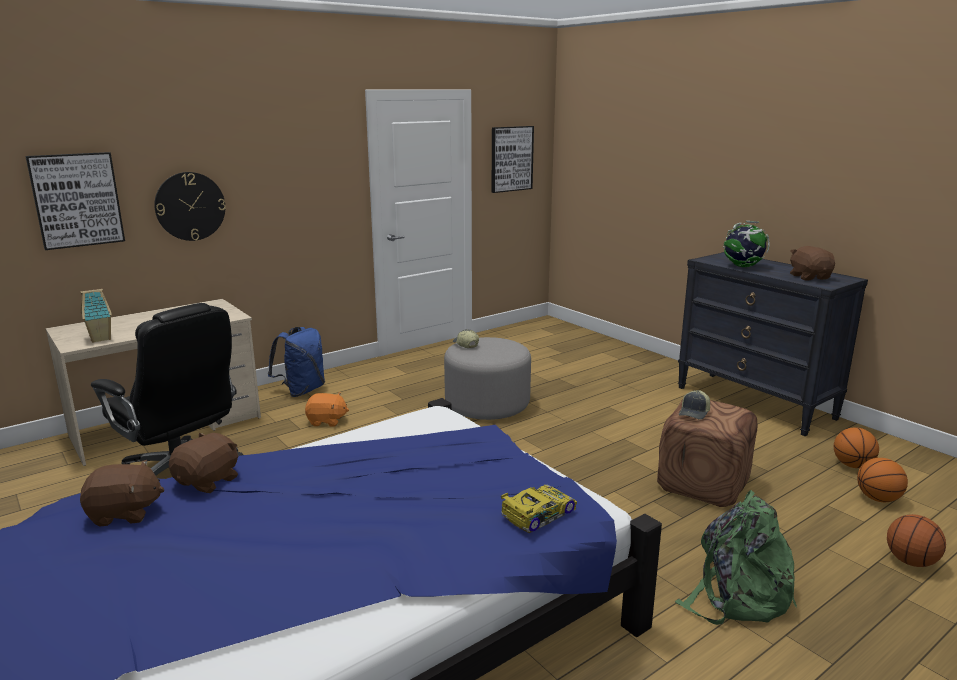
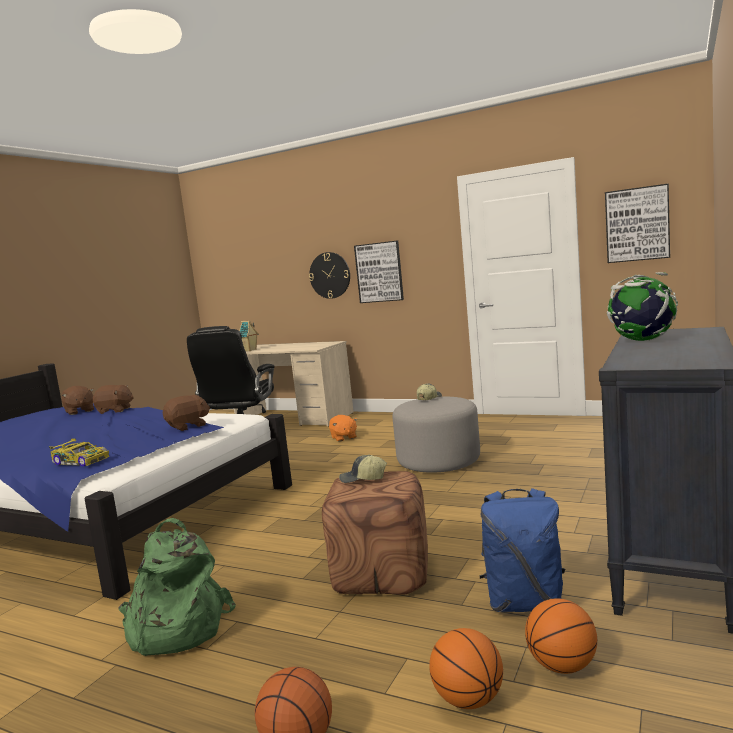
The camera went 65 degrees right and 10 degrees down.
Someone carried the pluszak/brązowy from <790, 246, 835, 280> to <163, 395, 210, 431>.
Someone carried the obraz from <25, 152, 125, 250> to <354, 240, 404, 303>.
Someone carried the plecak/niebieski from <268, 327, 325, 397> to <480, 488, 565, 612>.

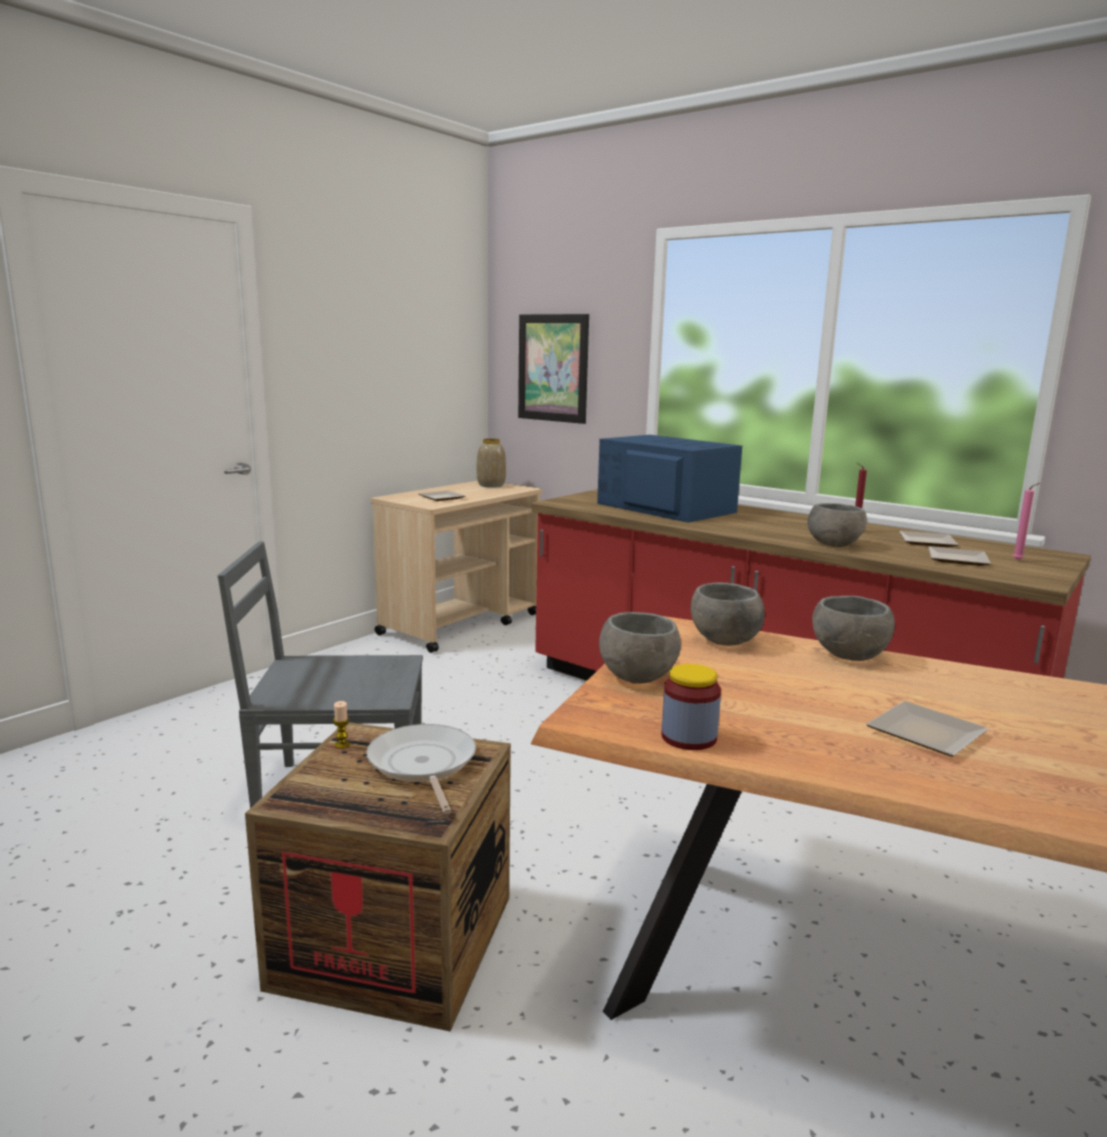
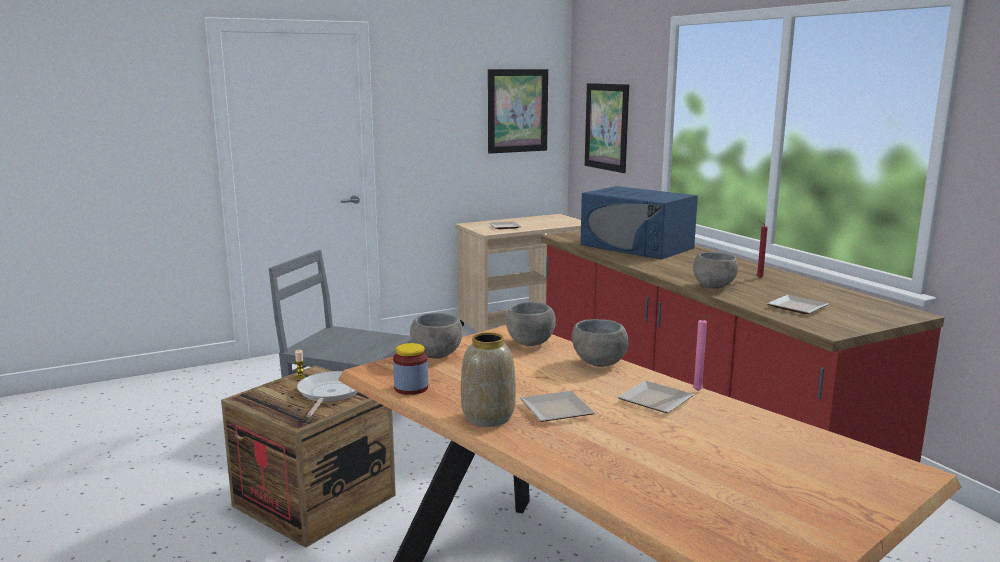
The camera went 25 degrees right and 0 degrees up.
Someone carried the wazon from <477, 438, 506, 487> to <461, 332, 516, 427>.
Someone put up the obraz at <488, 69, 548, 154>.
Someone rotated the mikrofalówka/niebieski at <597, 435, 742, 523> by 150 degrees clockwise.
Someone carried the talerz from <899, 531, 958, 547> to <617, 381, 694, 413>.
Someone carried the świeca/różowy from <1013, 483, 1040, 561> to <693, 314, 712, 391>.

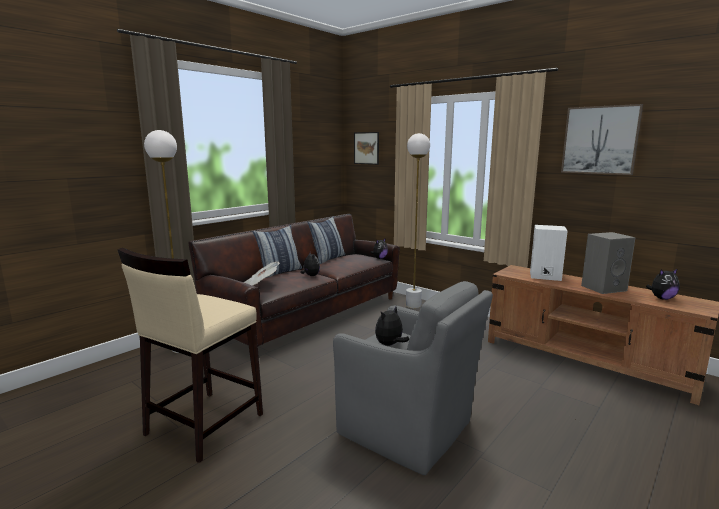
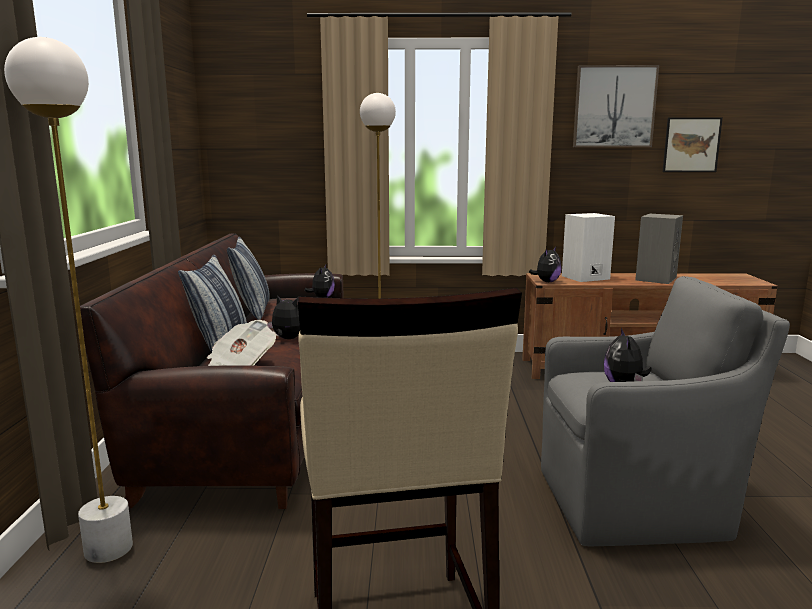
The camera went 40 degrees left and 0 degrees up.
Someone carried the pluszak from <646, 268, 680, 300> to <529, 247, 562, 282>.
Someone carried the obraz from <354, 132, 379, 165> to <663, 117, 723, 172>.

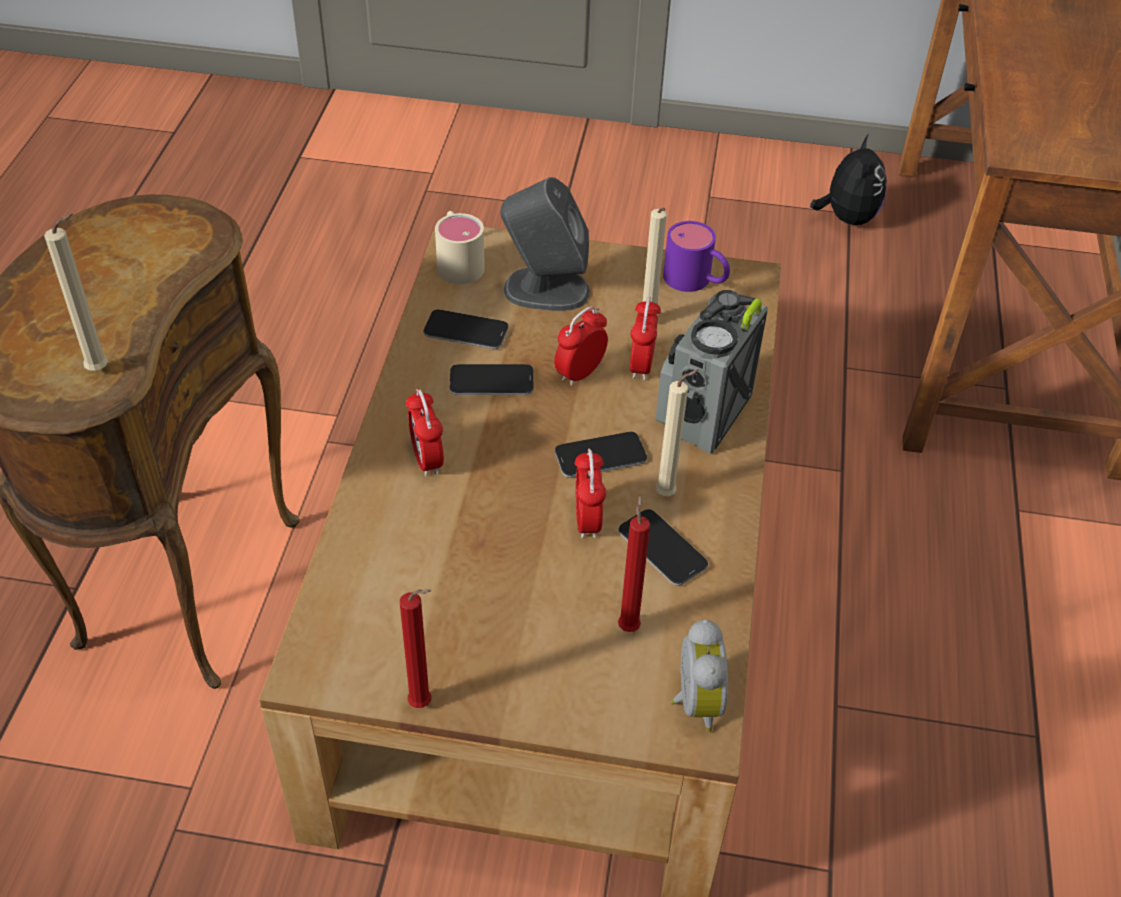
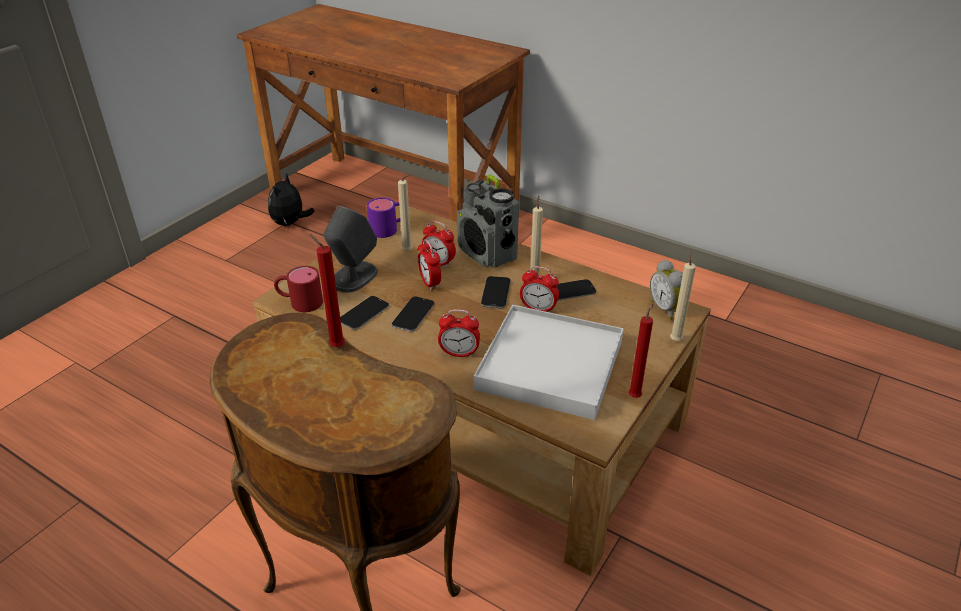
The camera went 65 degrees left and 10 degrees down.
Someone rotated the pluszak at <810, 134, 887, 225> by 105 degrees counterclockwise.
Someone repainted the kubek/beżowy at <435, 211, 485, 284>, which became the kubek/czerwony at <274, 266, 323, 312>.
Someone carried the świeca/czerwony from <618, 494, 650, 632> to <309, 234, 345, 347>.
Someone put down the taca/biały at <474, 305, 623, 420>.
Someone rotated the budzik at <670, 619, 728, 732> by 135 degrees counterclockwise.
Someone carried the świeca/beżowy from <44, 213, 108, 371> to <670, 250, 696, 341>.

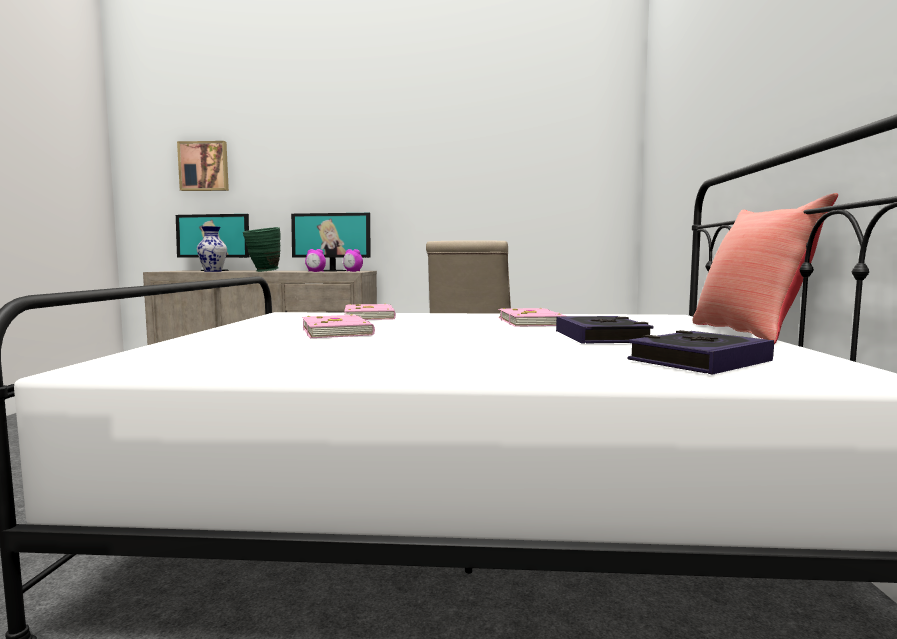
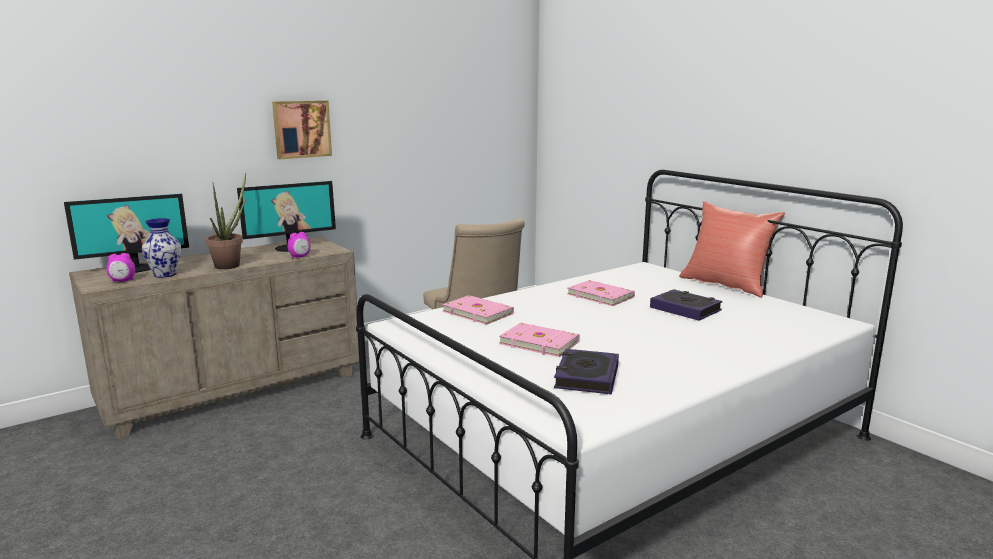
The camera went 40 degrees left and 10 degrees up.
Someone carried the budzik from <343, 249, 363, 272> to <107, 253, 135, 282>.
Someone swapped the wazon/zielony at <243, 227, 281, 272> for the roślina doniczkowa at <206, 172, 246, 269>.
Someone carried the obraz from <177, 141, 229, 191> to <272, 100, 332, 159>.
Someone carried the książka from <628, 330, 774, 375> to <554, 349, 619, 394>.

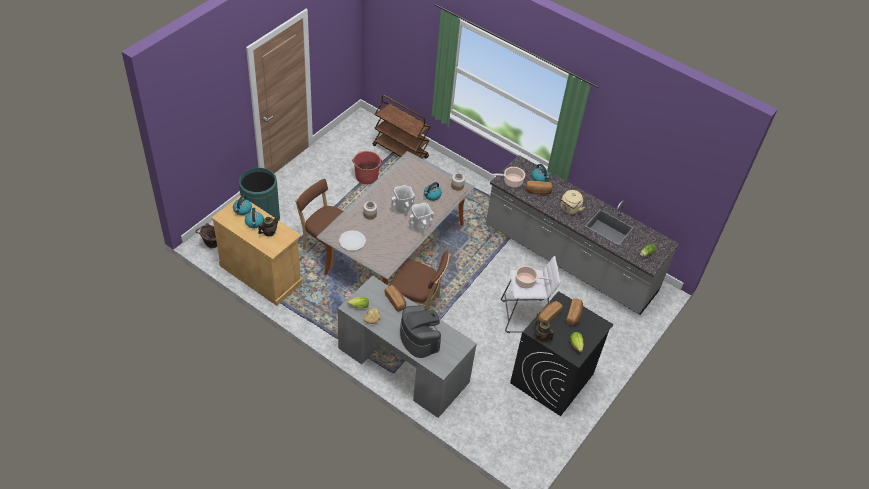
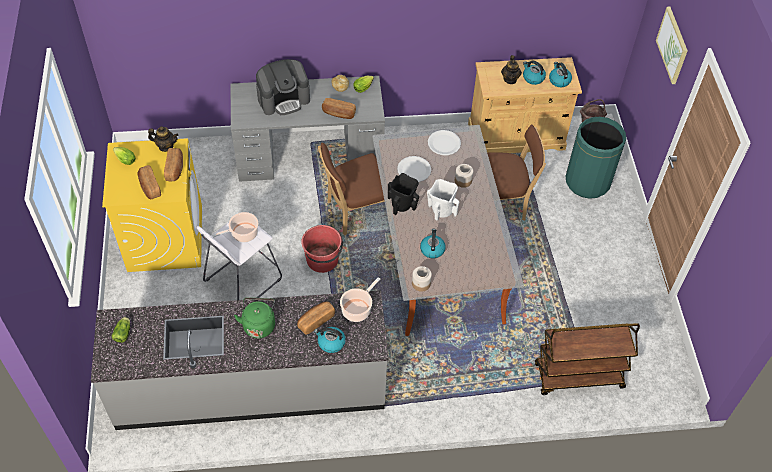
The camera went 140 degrees right and 5 degrees up.
Someone repainted the pralka/czarny at <510, 291, 614, 416>, which became the pralka/żółty at <102, 138, 202, 272>.
Someone repainted the czajnik/beżowy at <559, 190, 585, 214>, which became the czajnik/zielony at <234, 297, 275, 338>.
Someone rotated the ekspres do kawy at <400, 305, 441, 358> by 45 degrees counterclockwise.
Someone carried the wiadro/czerwony from <352, 151, 382, 184> to <301, 225, 343, 273>.
Someone repainted the wazon/biały at <410, 203, 434, 235>, which became the wazon/czarny at <388, 173, 419, 215>.
Someone put down the talerz/biały at <397, 156, 431, 182>.
Someone put up the obraz at <656, 7, 688, 84>.

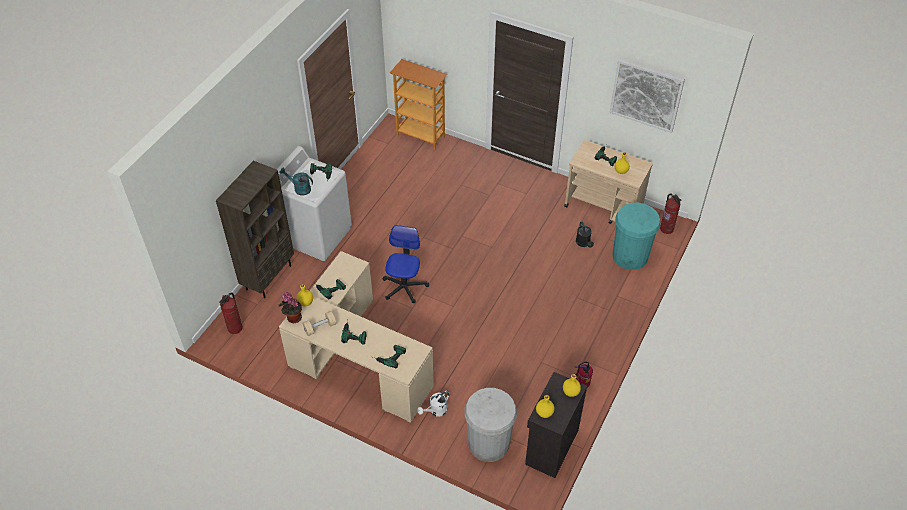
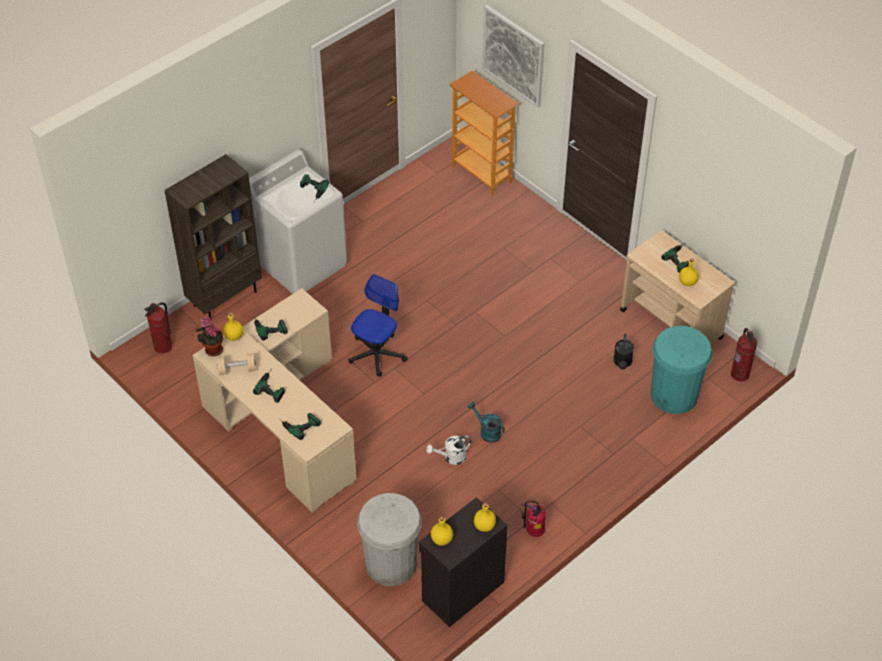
The camera went 20 degrees right and 0 degrees up.
Someone carried the konewka/biały from <417, 391, 450, 417> to <426, 436, 471, 465>.
Someone carried the konewka/turkusowy from <279, 168, 313, 195> to <468, 402, 505, 443>.
Someone carried the obraz from <610, 59, 685, 133> to <483, 5, 545, 108>.

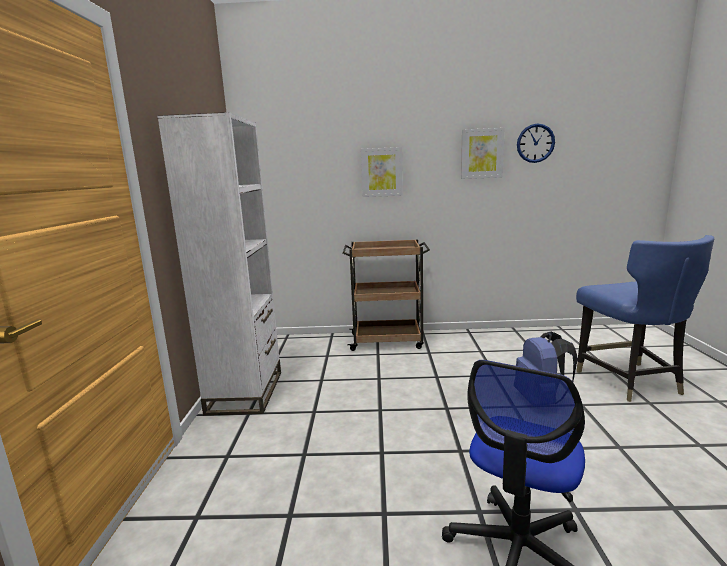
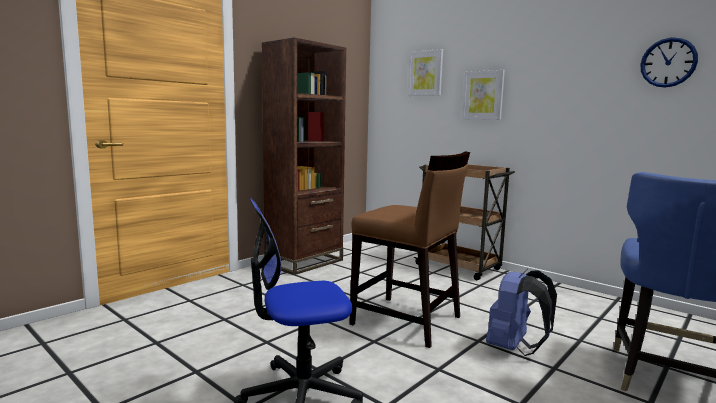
The camera went 40 degrees right and 5 degrees down.
Someone repainted the regał/biały at <157, 112, 281, 415>, which became the regał/brązowy at <262, 38, 346, 275>.
Someone put down the krzesło/brązowy at <349, 151, 470, 348>.
Someone carried the obraz from <461, 128, 505, 179> to <408, 49, 443, 96>.

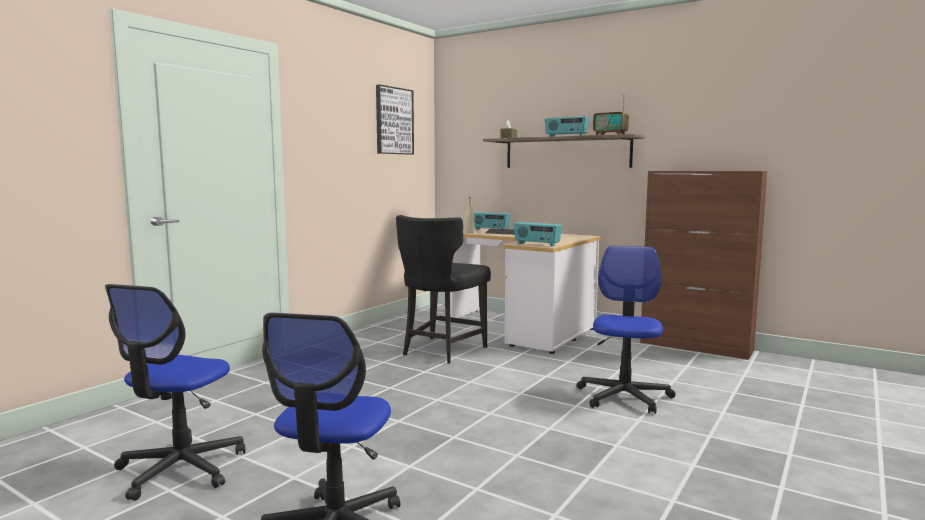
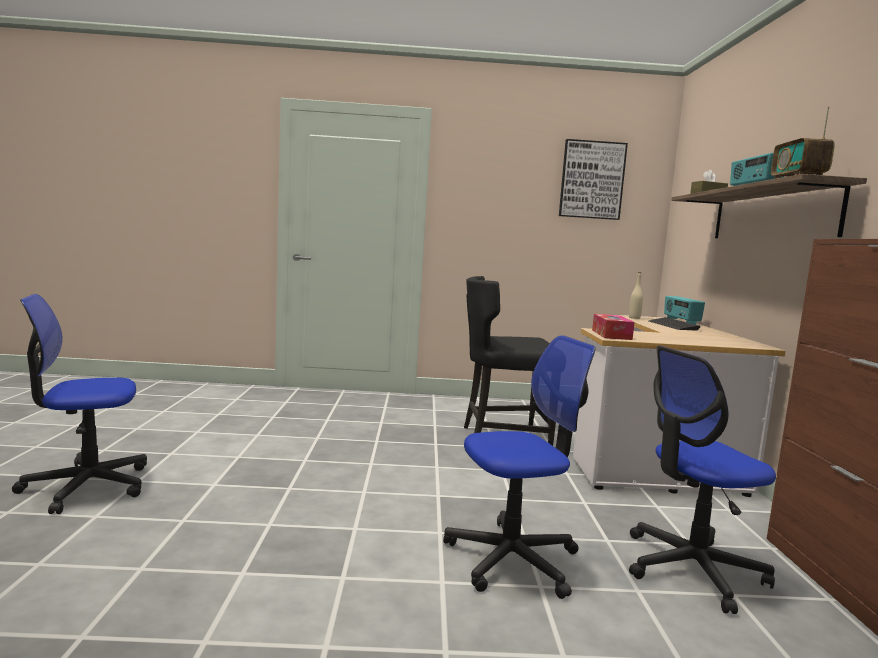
The camera went 55 degrees right and 0 degrees up.
Someone swapped the radio at <514, 222, 562, 247> for the pudełko chusteczek at <592, 314, 635, 340>.
Someone carried the krzesło biurowe from <105, 284, 245, 501> to <629, 346, 776, 614>.

